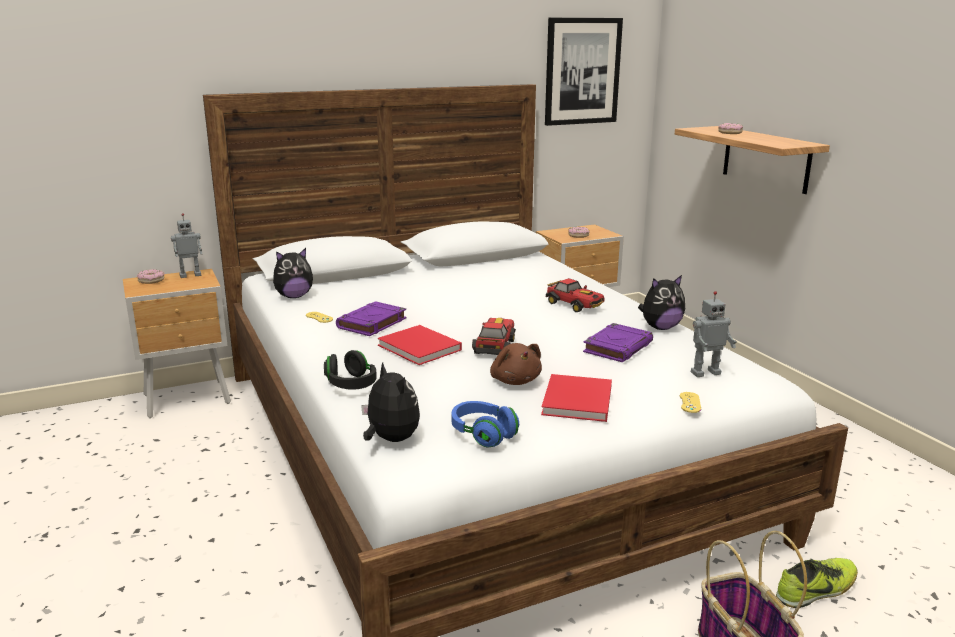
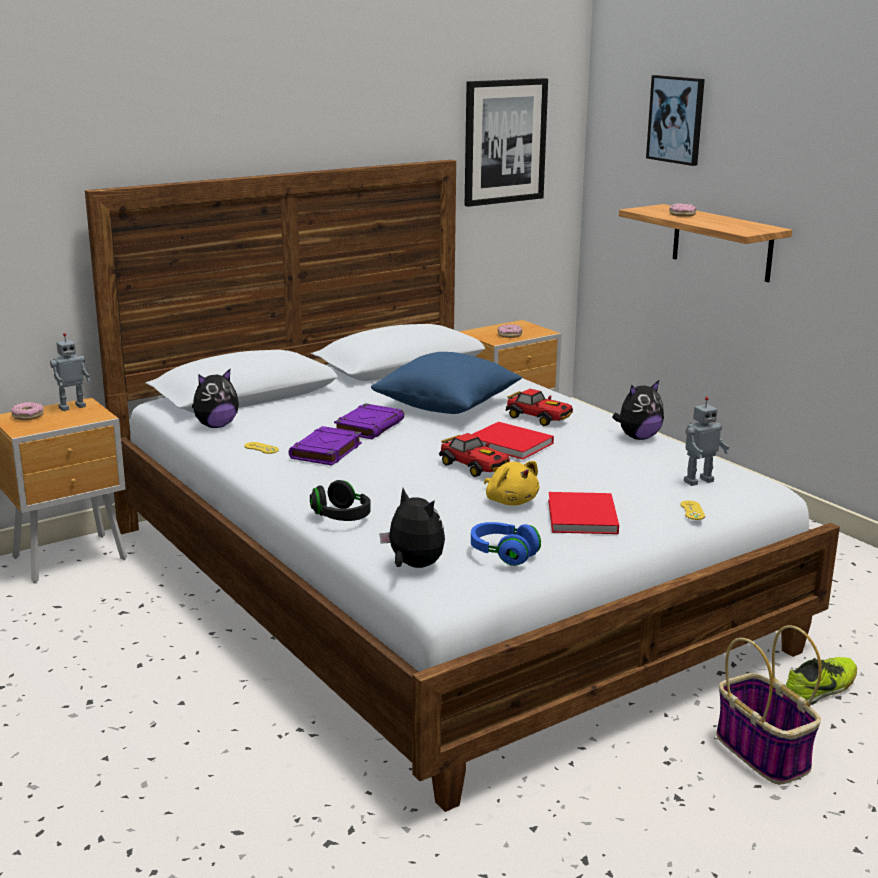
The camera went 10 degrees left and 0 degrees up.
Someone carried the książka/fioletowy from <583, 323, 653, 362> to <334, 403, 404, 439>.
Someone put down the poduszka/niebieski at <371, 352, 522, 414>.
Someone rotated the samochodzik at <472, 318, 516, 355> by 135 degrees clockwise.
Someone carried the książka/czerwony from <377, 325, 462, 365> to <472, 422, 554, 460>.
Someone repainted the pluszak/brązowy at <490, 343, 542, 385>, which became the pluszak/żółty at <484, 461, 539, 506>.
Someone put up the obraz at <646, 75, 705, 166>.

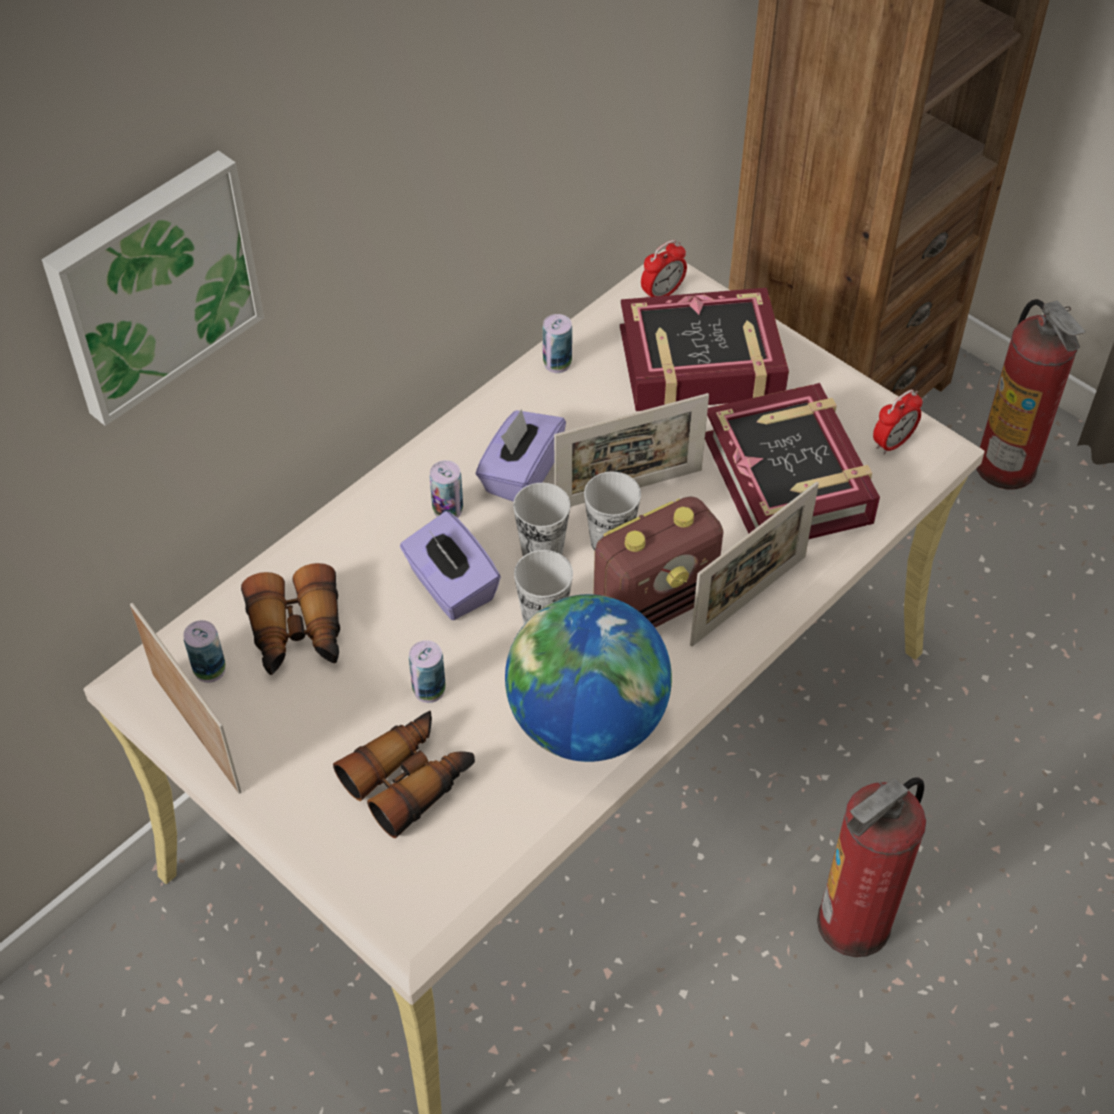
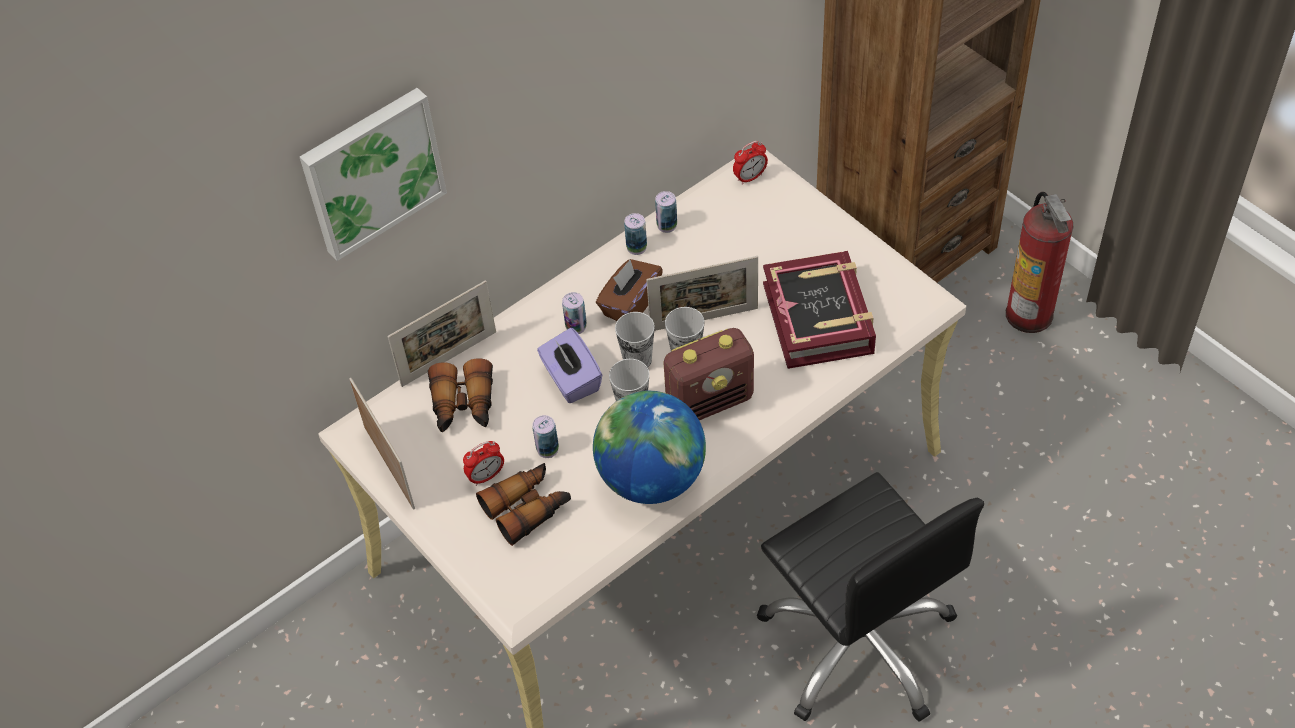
The camera went 10 degrees right and 0 degrees up.
Someone carried the ramka na zdjęcie from <690, 482, 819, 647> to <388, 280, 496, 387>.
Someone carried the budzik from <873, 389, 923, 455> to <463, 441, 504, 486>.
Someone repainted the pudełko chusteczek/fioletowy at <476, 409, 566, 502>, which became the pudełko chusteczek/brązowy at <596, 259, 663, 321>.
Someone carried the puszka from <183, 620, 226, 683> to <624, 213, 647, 255>.
Someone swapped the gaśnica at <817, 777, 926, 957> for the krzesło biurowe/czarny at <757, 472, 984, 721>.
Someone took away the książka at <620, 288, 789, 411>.

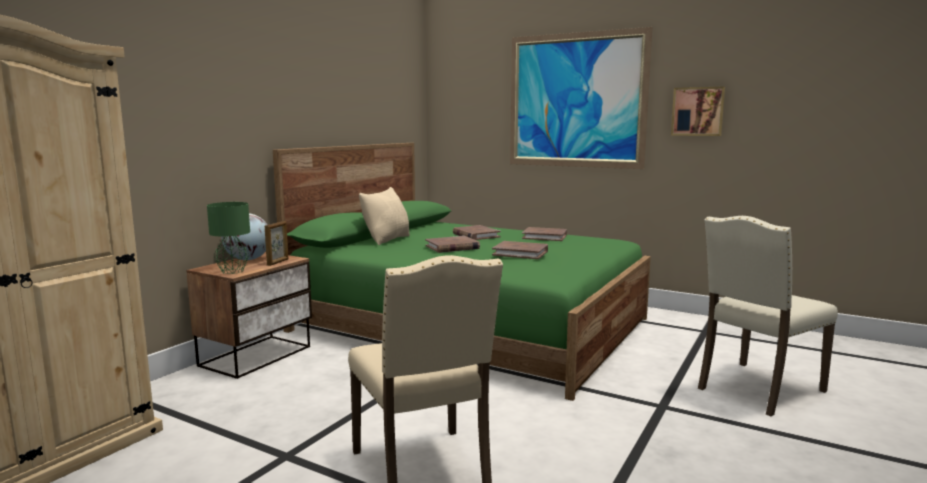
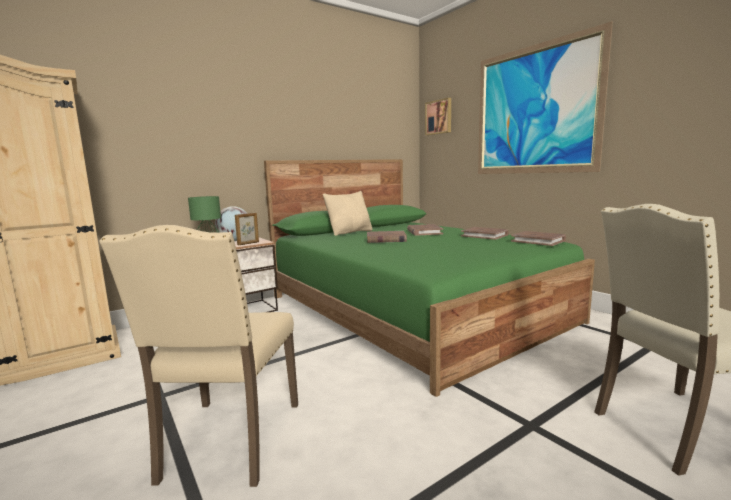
The camera went 25 degrees right and 0 degrees up.
Someone carried the obraz from <671, 87, 725, 136> to <425, 98, 451, 135>.
Someone carried the książka/brązowy from <492, 241, 548, 259> to <511, 231, 566, 246>.

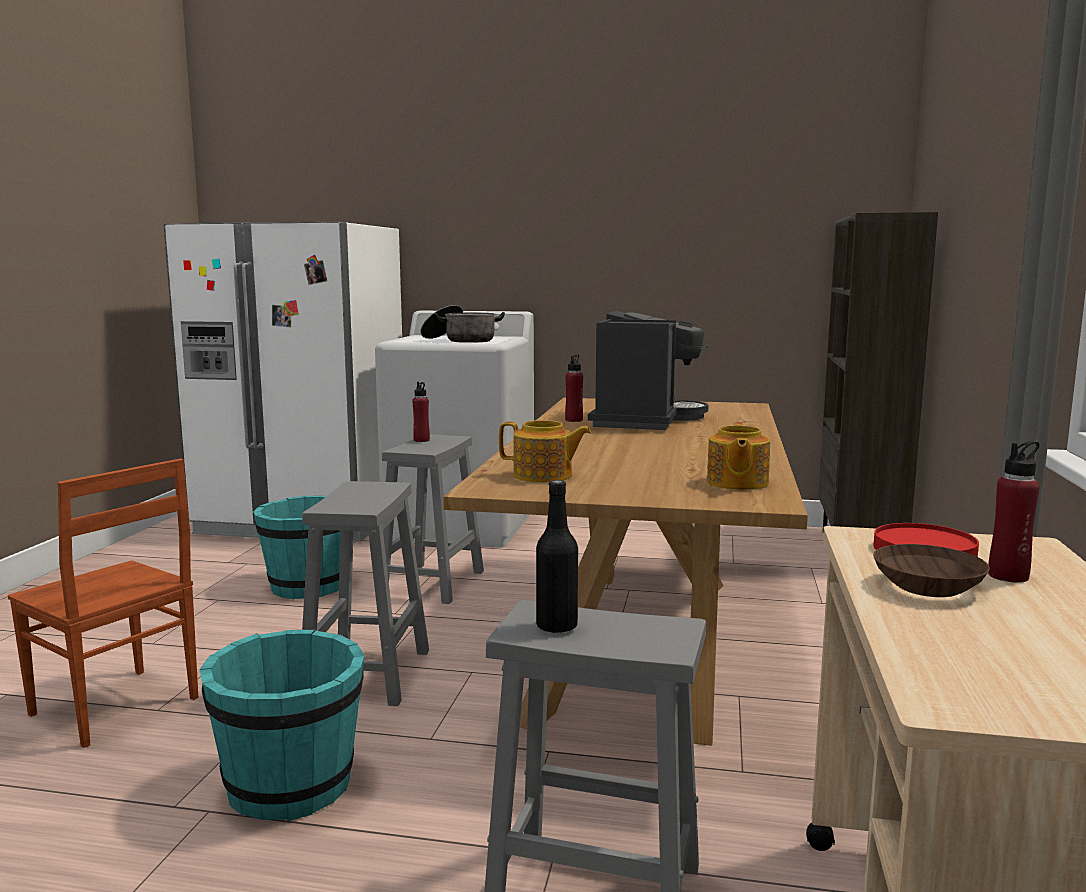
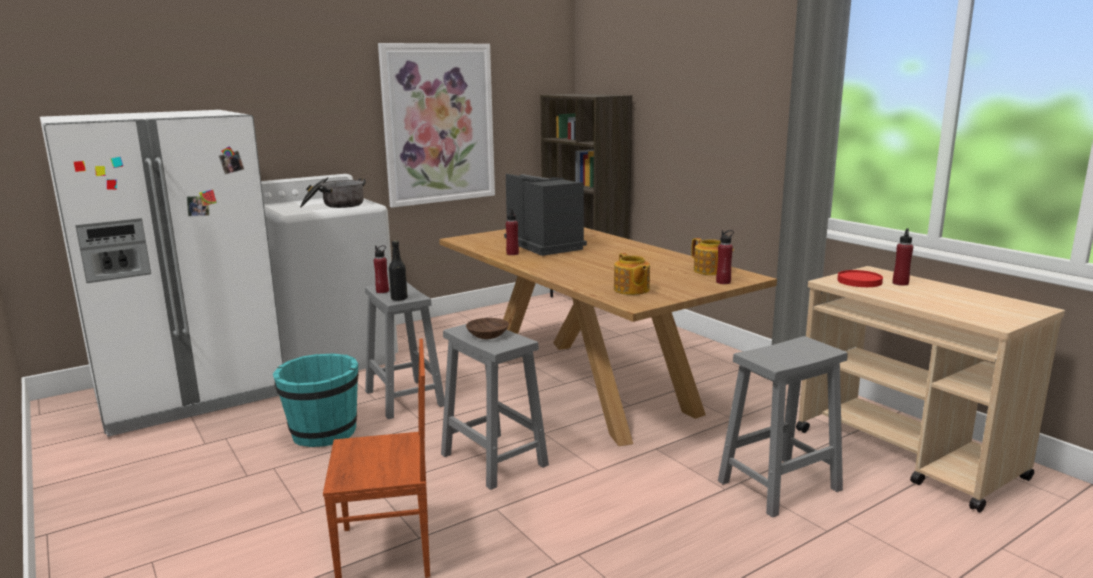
The camera went 45 degrees left and 5 degrees up.
Someone put up the obraz at <378, 43, 495, 208>.
Someone carried the butelka/czarny from <536, 480, 578, 634> to <389, 240, 408, 301>.
Someone carried the miska/brązowy from <873, 544, 990, 597> to <466, 318, 509, 339>.
Someone rotated the imbryk at <499, 420, 591, 483> by 105 degrees clockwise.
Someone put down the butelka/czerwony at <716, 230, 734, 284>.
Someone took away the wiadro/turkusowy at <200, 630, 365, 821>.

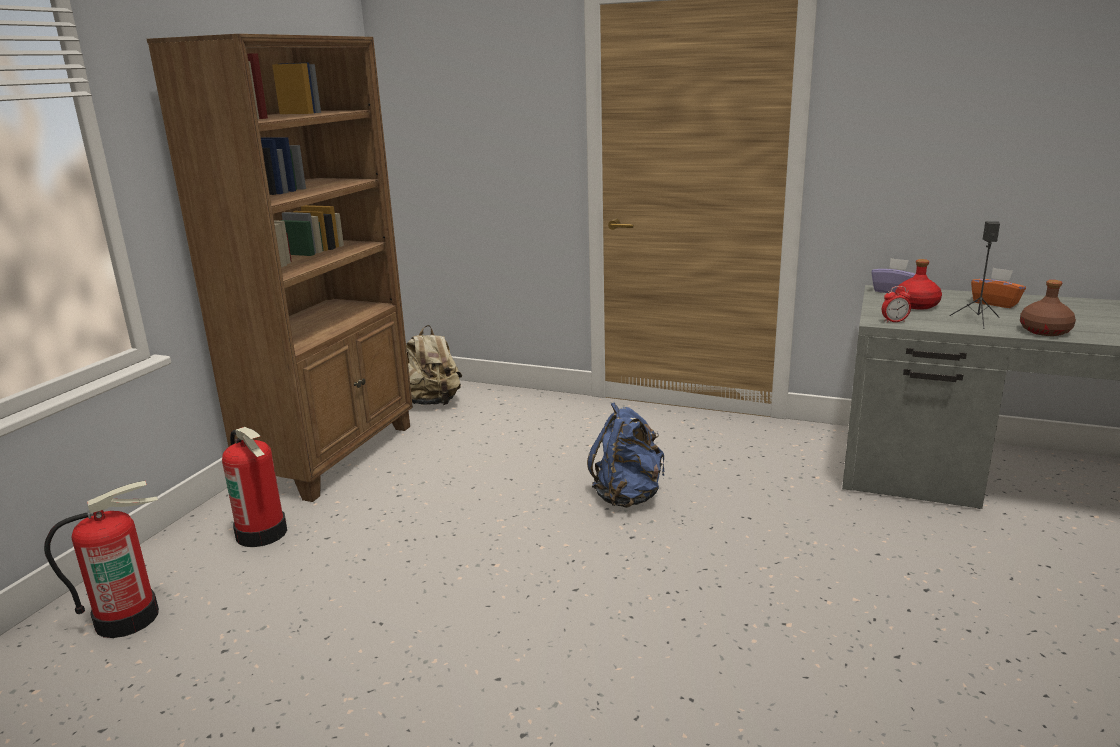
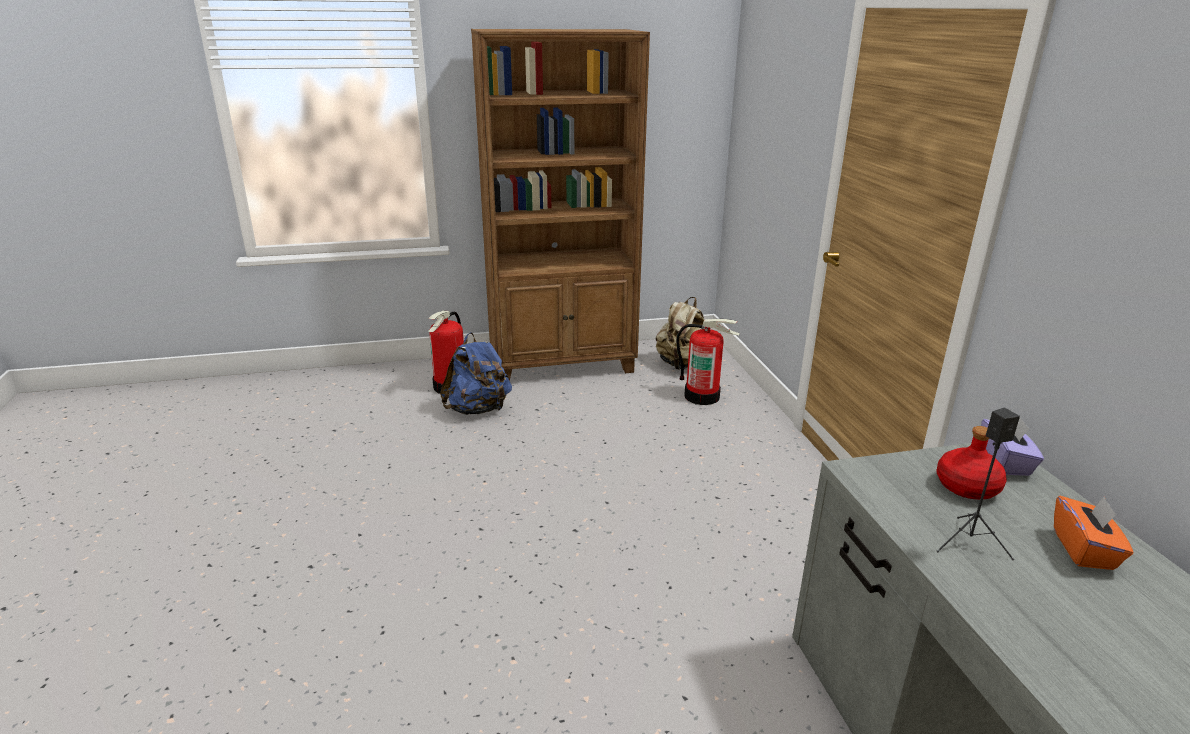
The camera went 55 degrees right and 5 degrees up.
Someone carried the plecak/niebieski from <587, 402, 665, 508> to <440, 332, 512, 415>.
Someone carried the gaśnica from <44, 481, 159, 638> to <676, 319, 740, 405>.
Someone took away the budzik at <882, 286, 911, 323>.
Someone took away the butelka/brązowy at <1020, 280, 1076, 336>.

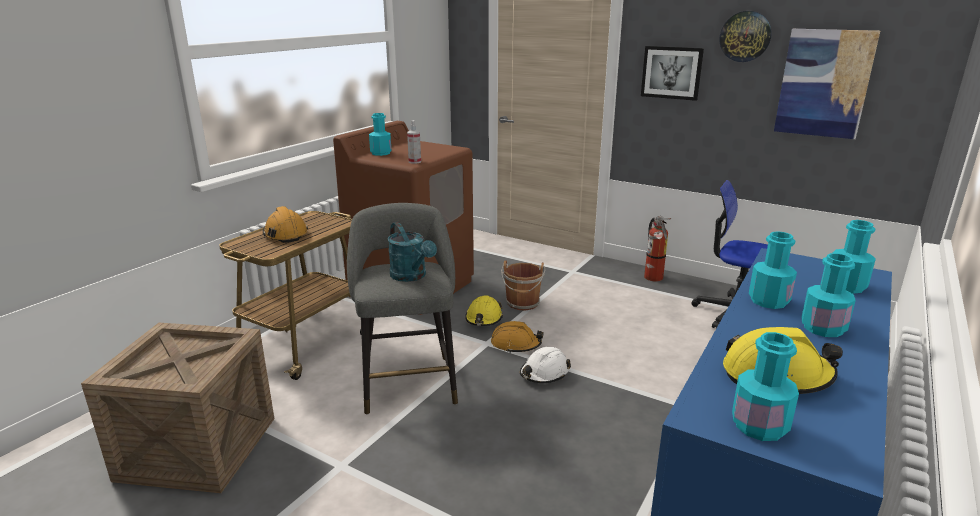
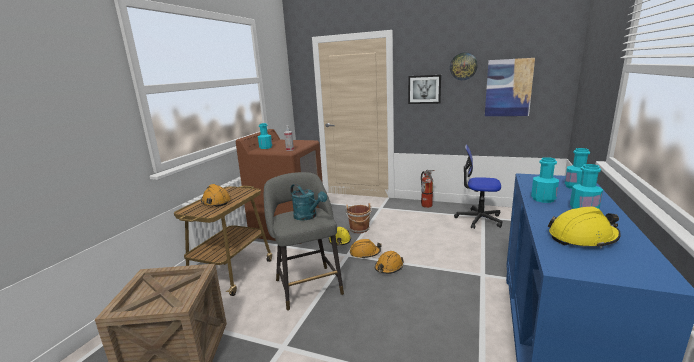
The camera went 10 degrees left and 5 degrees down.
Someone repainted the kask/biały at <520, 347, 571, 383>, which became the kask/pomarańczowy at <375, 251, 404, 274>.
Someone took away the butelka/turkusowy at <732, 332, 799, 441>.

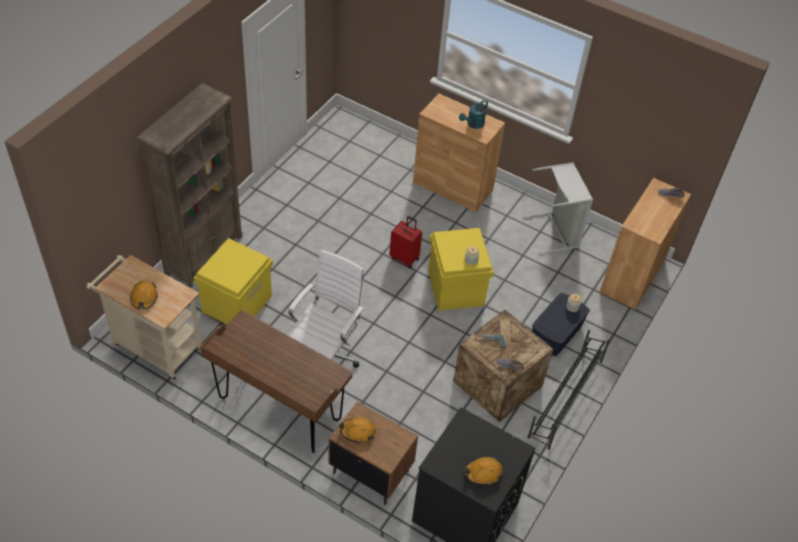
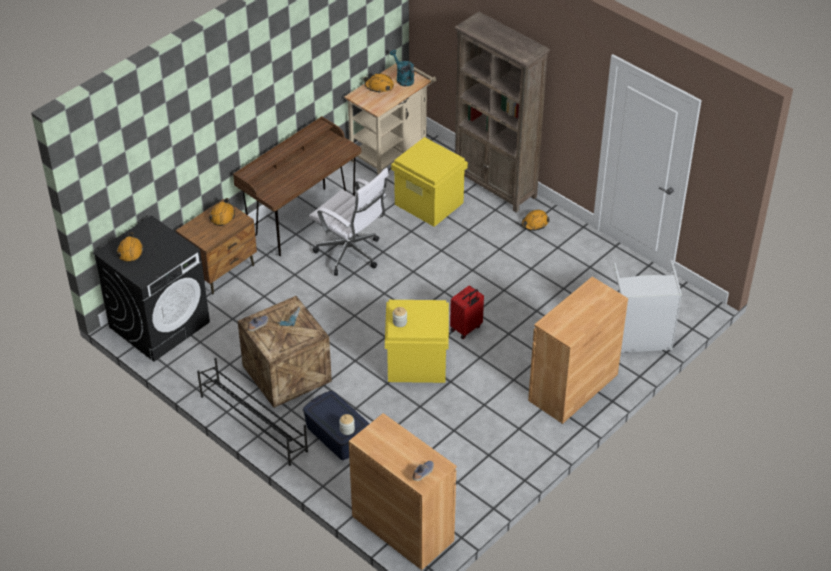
The camera went 105 degrees right and 5 degrees down.
Someone carried the konewka/turkusowy from <459, 100, 488, 129> to <390, 50, 414, 86>.
Someone put down the kask/pomarańczowy at <521, 210, 550, 231>.
Someone carried the kosz na pranie/szary from <522, 162, 593, 254> to <614, 260, 682, 353>.

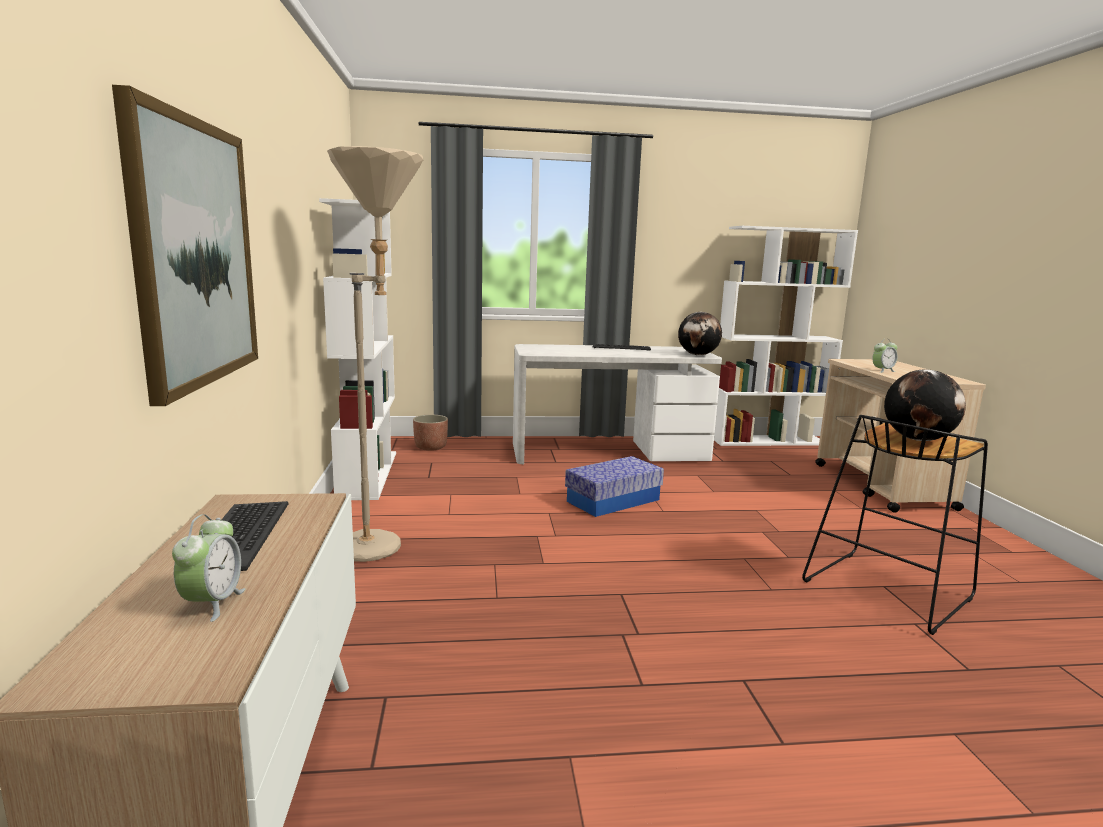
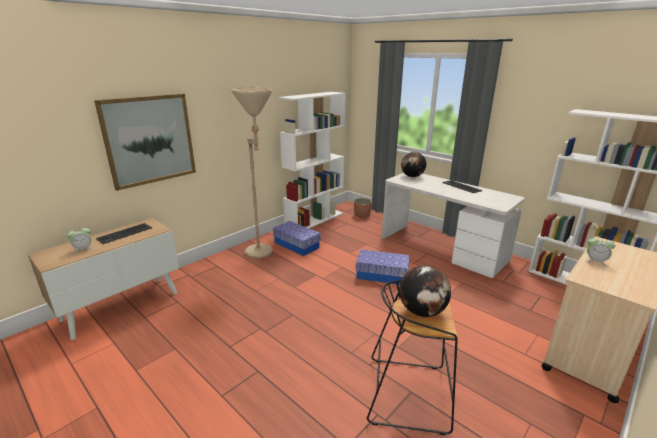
The camera went 50 degrees right and 10 degrees up.
Someone put down the pojemnik do przechowywania at <273, 221, 321, 256>.
Someone carried the globus from <678, 312, 722, 355> to <401, 152, 426, 177>.

